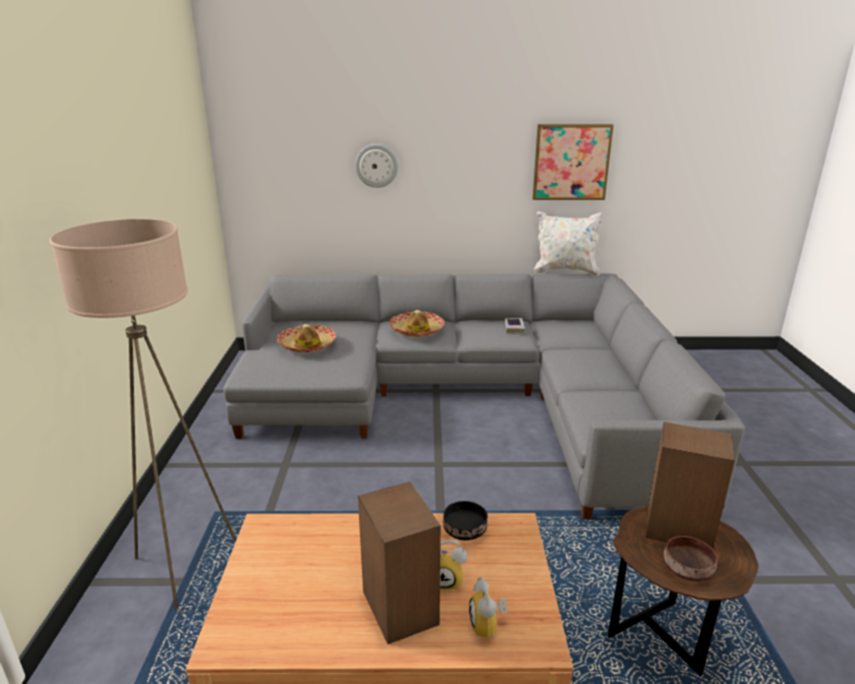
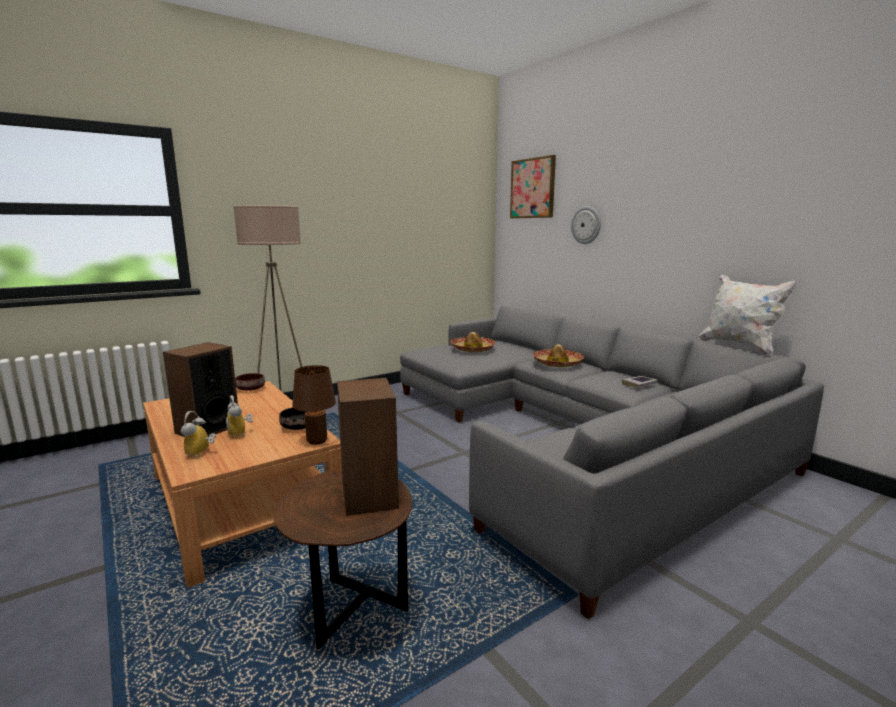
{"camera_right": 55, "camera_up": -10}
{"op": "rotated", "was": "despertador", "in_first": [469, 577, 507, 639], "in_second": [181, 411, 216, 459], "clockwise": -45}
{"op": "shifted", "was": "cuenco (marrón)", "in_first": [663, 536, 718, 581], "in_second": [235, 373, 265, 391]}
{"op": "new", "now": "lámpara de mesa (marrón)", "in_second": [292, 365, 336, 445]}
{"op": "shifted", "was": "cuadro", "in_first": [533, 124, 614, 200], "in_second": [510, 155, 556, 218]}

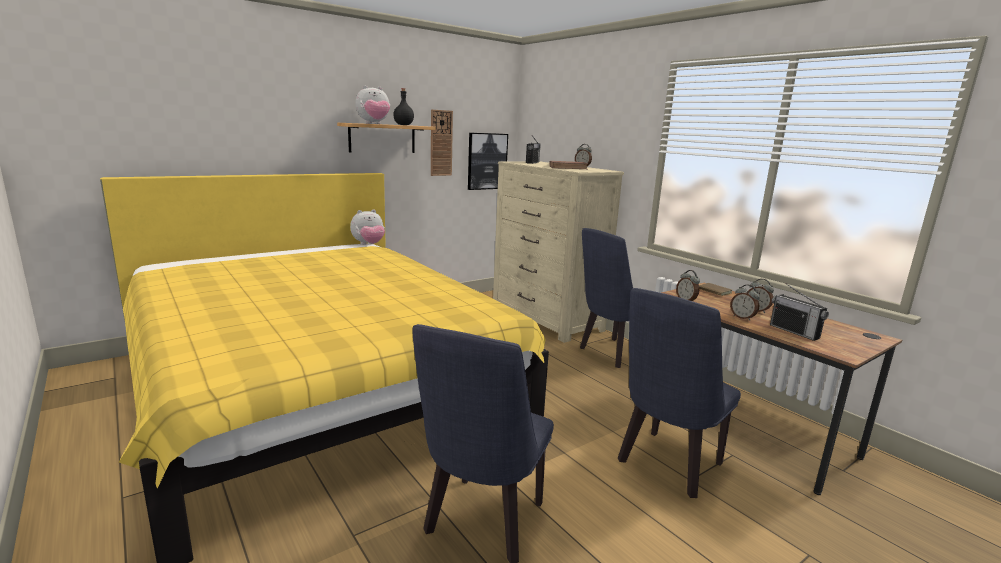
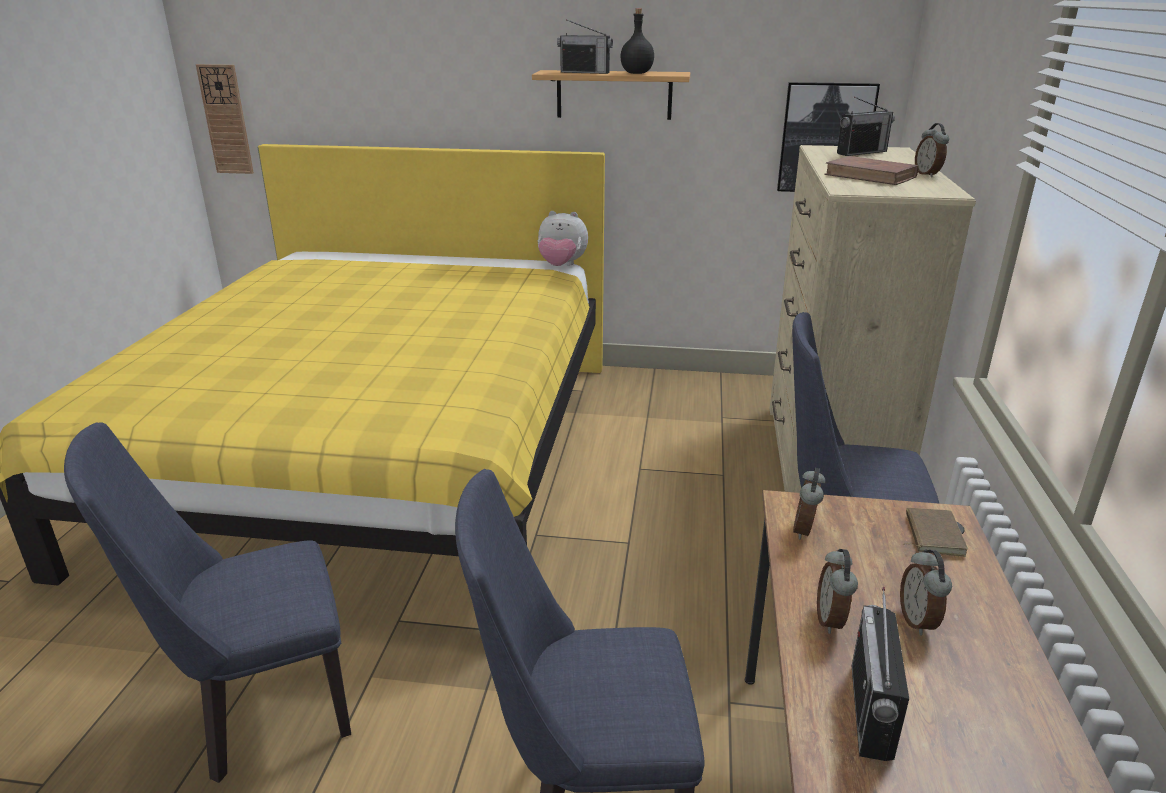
{"camera_right": 45, "camera_up": 10}
{"op": "shifted", "was": "reloj de pared", "in_first": [431, 109, 453, 176], "in_second": [196, 64, 254, 174]}
{"op": "swapped", "was": "peluche", "now": "radio", "in_first": [355, 86, 390, 124], "in_second": [557, 19, 613, 74]}

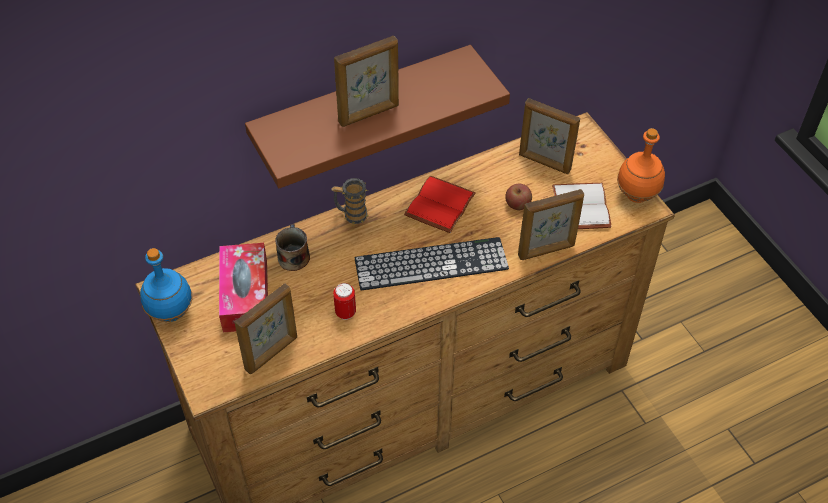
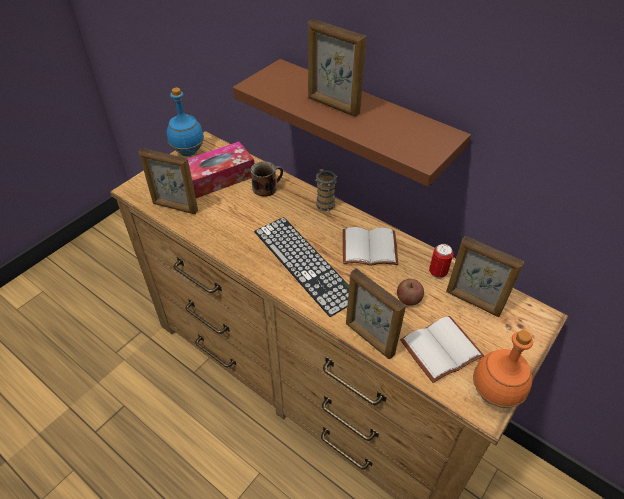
{"camera_right": 65, "camera_up": -5}
{"op": "repainted", "was": "libro (rojo)", "now": "libro (blanco)", "in_first": [404, 175, 475, 233], "in_second": [343, 227, 398, 266]}
{"op": "shifted", "was": "lata", "in_first": [333, 283, 356, 320], "in_second": [429, 244, 453, 279]}
{"op": "rotated", "was": "portarretratos", "in_first": [519, 98, 580, 174], "in_second": [446, 236, 524, 317], "clockwise": -60}

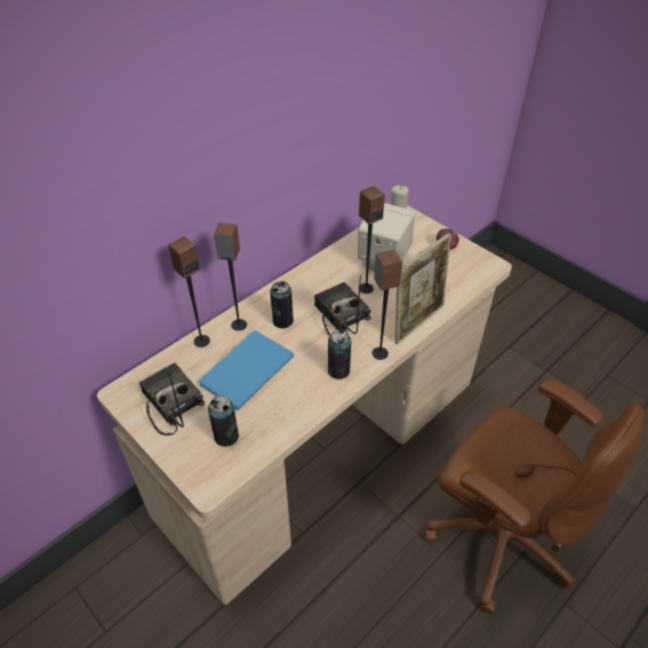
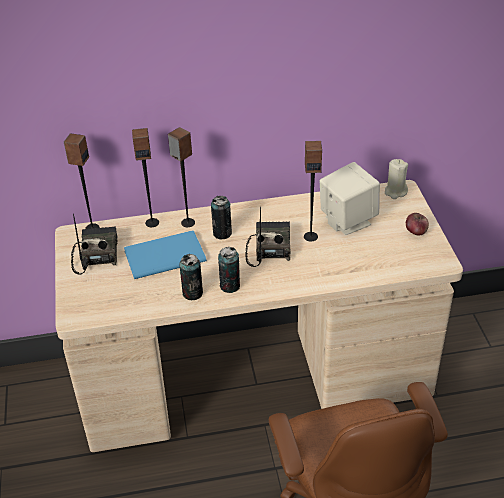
{"camera_right": 35, "camera_up": -5}
{"op": "shifted", "was": "altavoz", "in_first": [372, 250, 403, 360], "in_second": [64, 134, 100, 229]}
{"op": "shifted", "was": "lata", "in_first": [208, 395, 239, 447], "in_second": [179, 254, 203, 300]}
{"op": "gone", "was": "portarretratos", "in_first": [395, 233, 451, 344]}

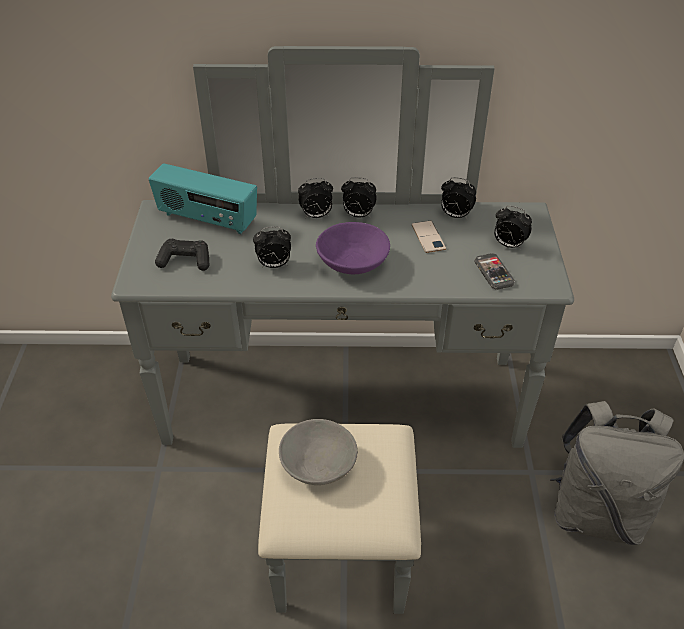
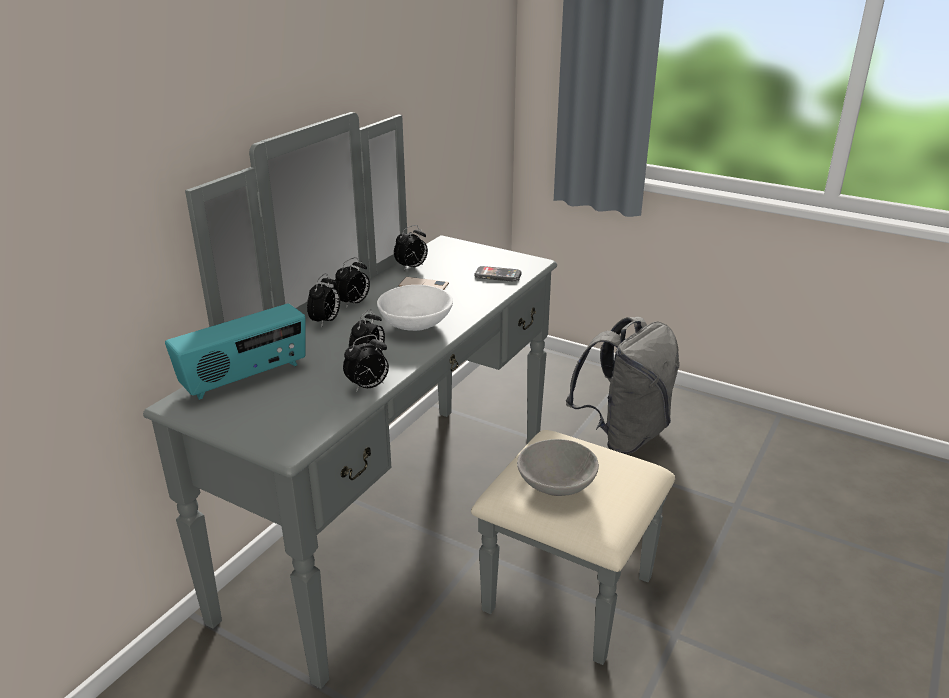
{"camera_right": -60, "camera_up": -15}
{"op": "shifted", "was": "despertador", "in_first": [494, 206, 532, 250], "in_second": [343, 335, 389, 392]}
{"op": "repainted", "was": "cuenco (morado)", "now": "cuenco (blanco)", "in_first": [316, 222, 390, 274], "in_second": [377, 285, 453, 331]}
{"op": "gone", "was": "mando de consola (negro)", "in_first": [155, 239, 209, 271]}

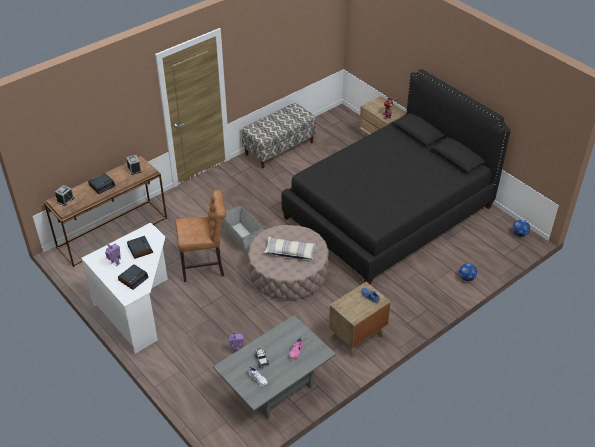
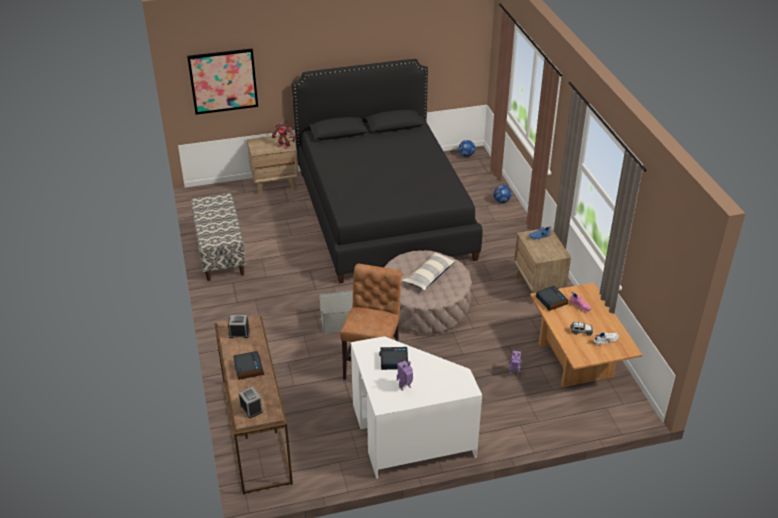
{"camera_right": -65, "camera_up": -5}
{"op": "new", "now": "cuadro", "in_second": [187, 49, 258, 115]}
{"op": "repainted", "was": "mesa de centro (gris)", "now": "mesa de centro (marrón)", "in_first": [213, 315, 336, 419], "in_second": [530, 283, 643, 387]}
{"op": "shifted", "was": "despertador", "in_first": [118, 264, 149, 290], "in_second": [536, 286, 568, 311]}

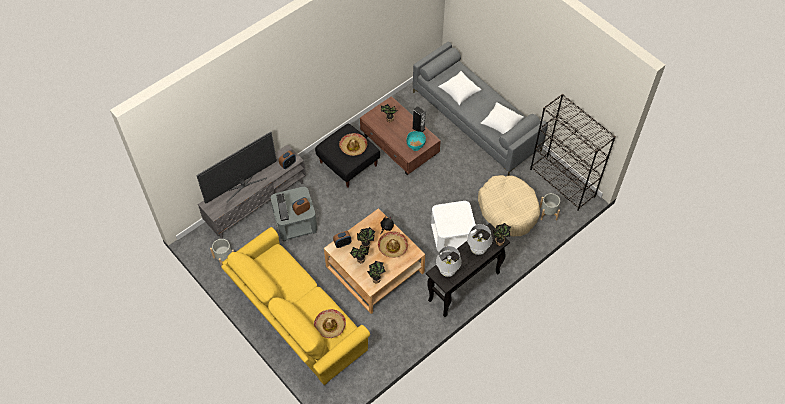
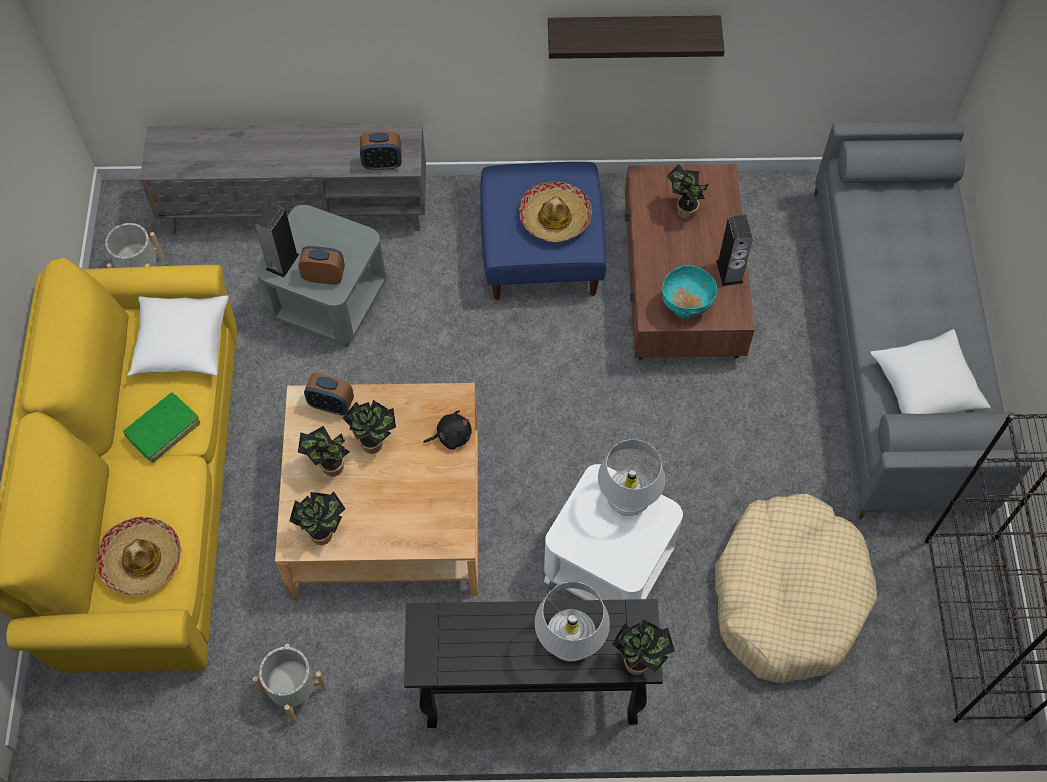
{"camera_right": 40, "camera_up": 5}
{"op": "new", "now": "libro (verde)", "in_second": [123, 392, 200, 463]}
{"op": "shifted", "was": "cojín (blanco)", "in_first": [438, 71, 482, 105], "in_second": [127, 295, 229, 376]}
{"op": "shifted", "was": "maceta (gris)", "in_first": [539, 193, 560, 221], "in_second": [253, 644, 327, 724]}
{"op": "repainted", "was": "puf (negro)", "now": "puf (azul)", "in_first": [315, 124, 380, 188], "in_second": [480, 162, 607, 300]}
{"op": "new", "now": "estante", "in_second": [548, 16, 725, 59]}
{"op": "shifted", "was": "lámpara de mesa (blanco)", "in_first": [436, 246, 462, 277], "in_second": [598, 439, 665, 516]}
{"op": "gone", "was": "televisor", "in_first": [196, 131, 277, 204]}
{"op": "gone", "was": "sombrero", "in_first": [378, 231, 408, 258]}

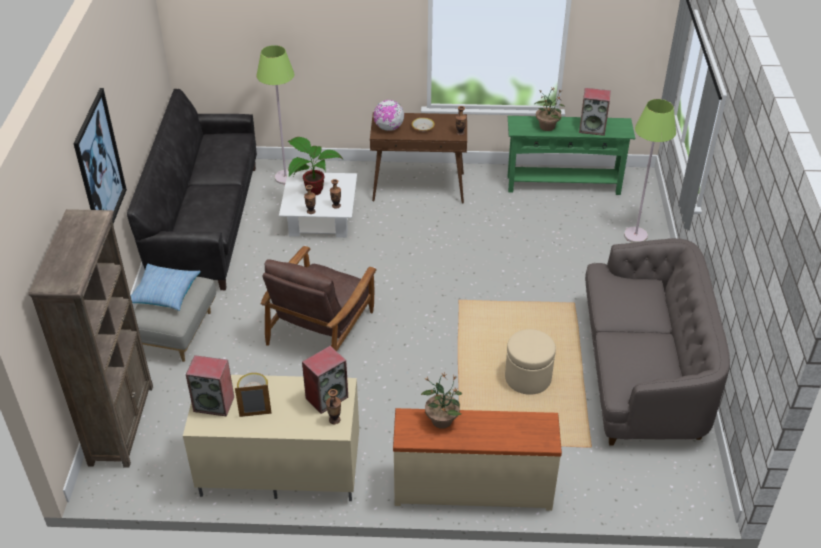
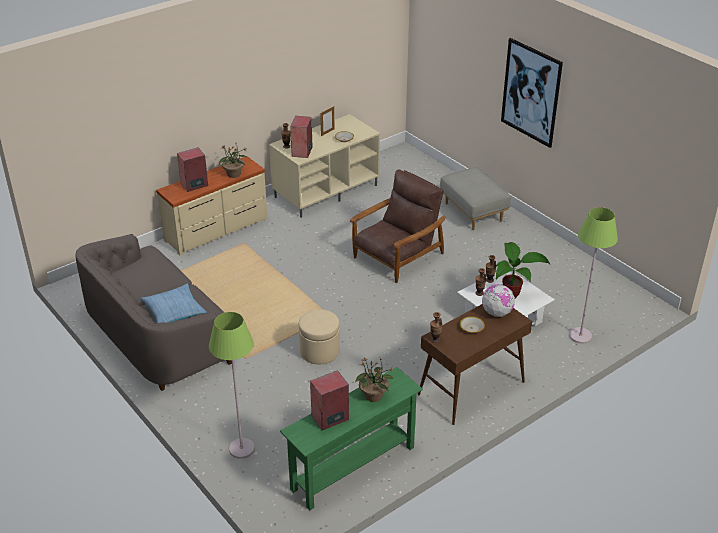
{"camera_right": 140, "camera_up": -5}
{"op": "shifted", "was": "cojín", "in_first": [131, 264, 200, 311], "in_second": [140, 283, 207, 323]}
{"op": "shifted", "was": "altavoz", "in_first": [186, 355, 234, 417], "in_second": [177, 147, 208, 192]}
{"op": "shifted", "was": "puf (beis)", "in_first": [505, 329, 556, 395], "in_second": [299, 309, 340, 364]}
{"op": "rotated", "was": "sillón (marrón)", "in_first": [261, 246, 376, 351], "in_second": [350, 169, 446, 283], "clockwise": 60}
{"op": "gone", "was": "estantería (marrón)", "in_first": [29, 209, 153, 468]}
{"op": "gone", "was": "sofá (negro)", "in_first": [127, 89, 257, 290]}

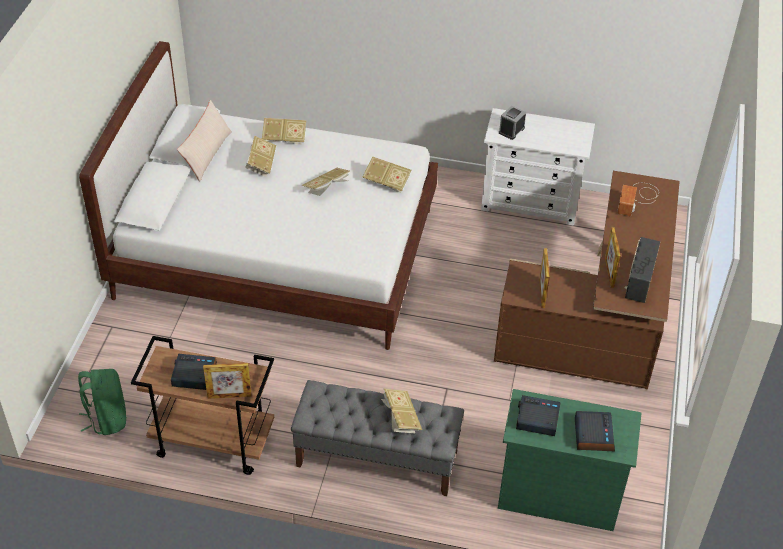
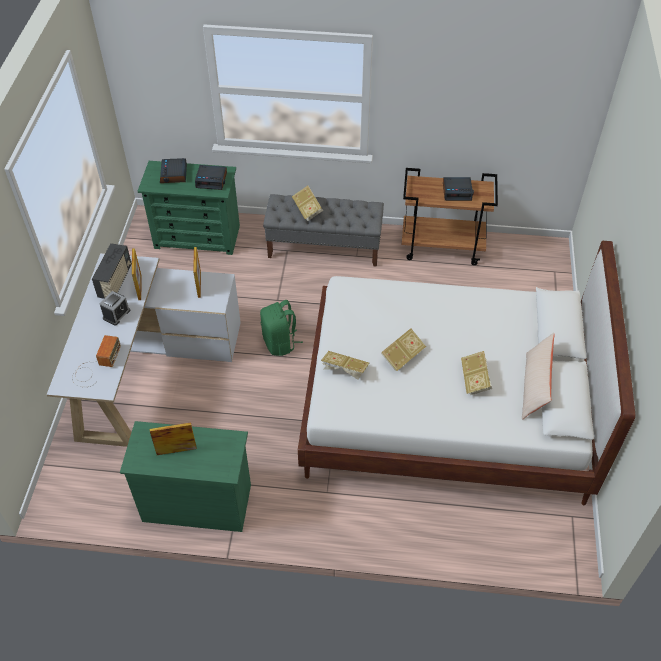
{"camera_right": 175, "camera_up": 5}
{"op": "repainted", "was": "escritorio (marrón)", "now": "escritorio (blanco)", "in_first": [494, 171, 680, 389], "in_second": [46, 253, 241, 447]}
{"op": "shifted", "was": "despertador", "in_first": [499, 106, 526, 140], "in_second": [100, 291, 130, 326]}
{"op": "repainted", "was": "cómoda (blanco)", "now": "cómoda (verde)", "in_first": [481, 108, 595, 226], "in_second": [120, 421, 251, 532]}
{"op": "shifted", "was": "portarretratos", "in_first": [203, 363, 251, 399], "in_second": [150, 422, 197, 455]}
{"op": "shifted", "was": "mochila (verde)", "in_first": [78, 369, 126, 435], "in_second": [260, 300, 303, 356]}
{"op": "gone", "was": "libro", "in_first": [262, 118, 306, 145]}

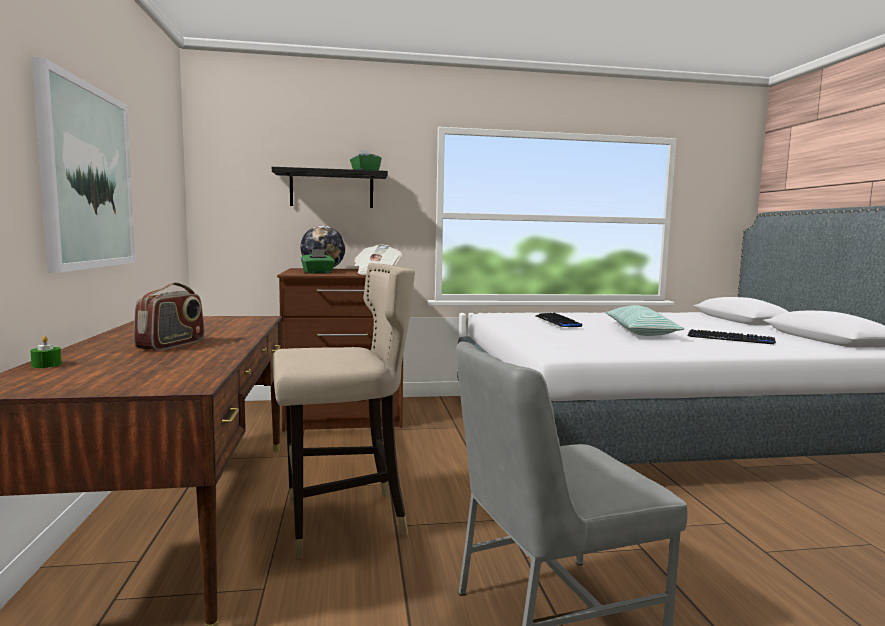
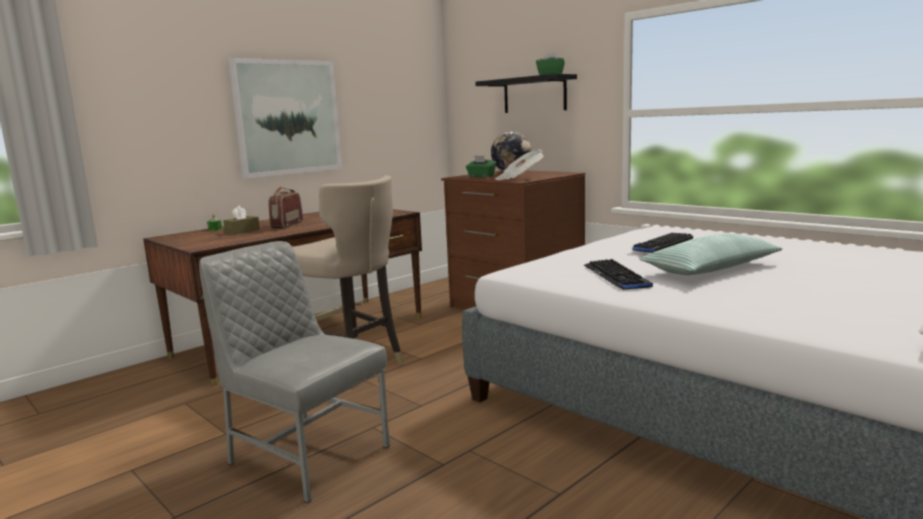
{"camera_right": 55, "camera_up": 5}
{"op": "new", "now": "caja de pañuelos (marrón)", "in_second": [223, 206, 260, 234]}
{"op": "rotated", "was": "radio", "in_first": [134, 282, 204, 350], "in_second": [269, 187, 303, 228], "clockwise": 120}
{"op": "shifted", "was": "teclado", "in_first": [688, 329, 776, 344], "in_second": [584, 259, 653, 290]}

